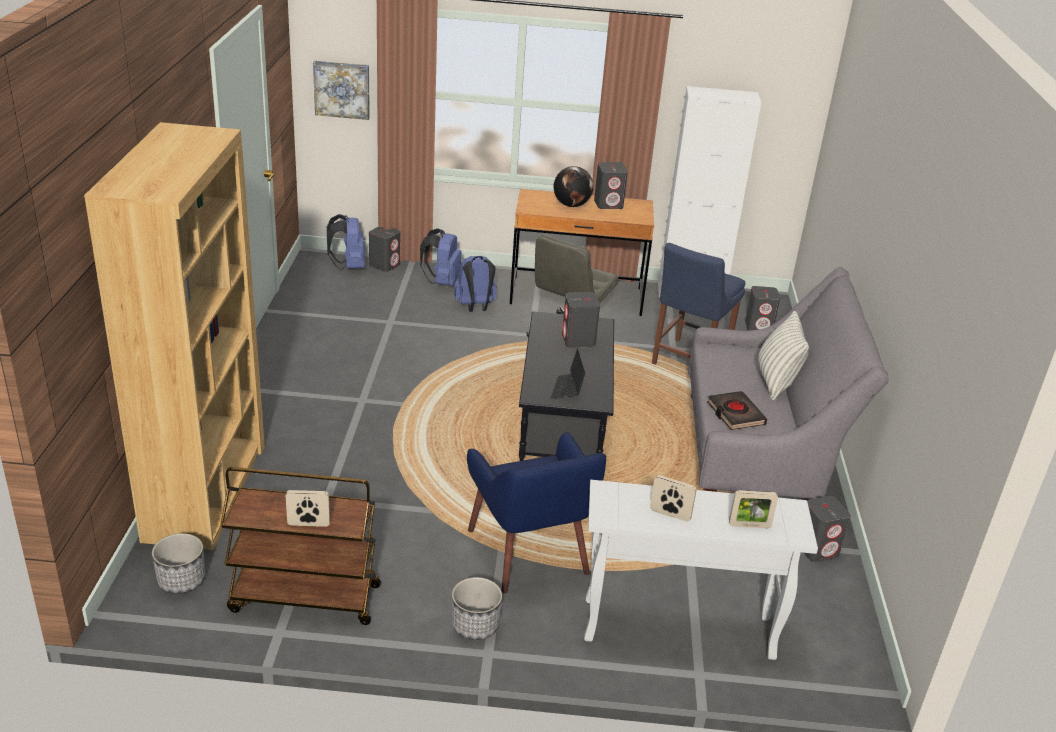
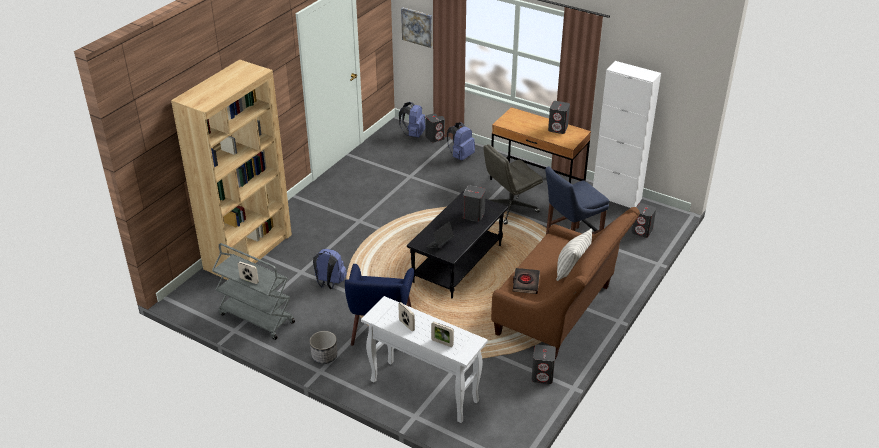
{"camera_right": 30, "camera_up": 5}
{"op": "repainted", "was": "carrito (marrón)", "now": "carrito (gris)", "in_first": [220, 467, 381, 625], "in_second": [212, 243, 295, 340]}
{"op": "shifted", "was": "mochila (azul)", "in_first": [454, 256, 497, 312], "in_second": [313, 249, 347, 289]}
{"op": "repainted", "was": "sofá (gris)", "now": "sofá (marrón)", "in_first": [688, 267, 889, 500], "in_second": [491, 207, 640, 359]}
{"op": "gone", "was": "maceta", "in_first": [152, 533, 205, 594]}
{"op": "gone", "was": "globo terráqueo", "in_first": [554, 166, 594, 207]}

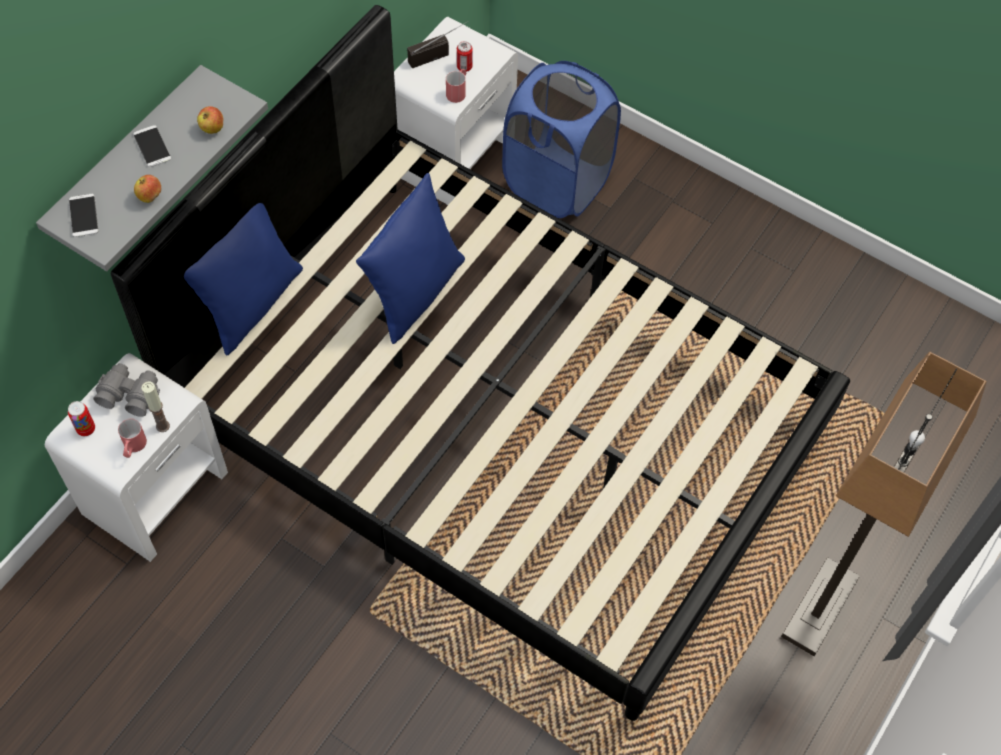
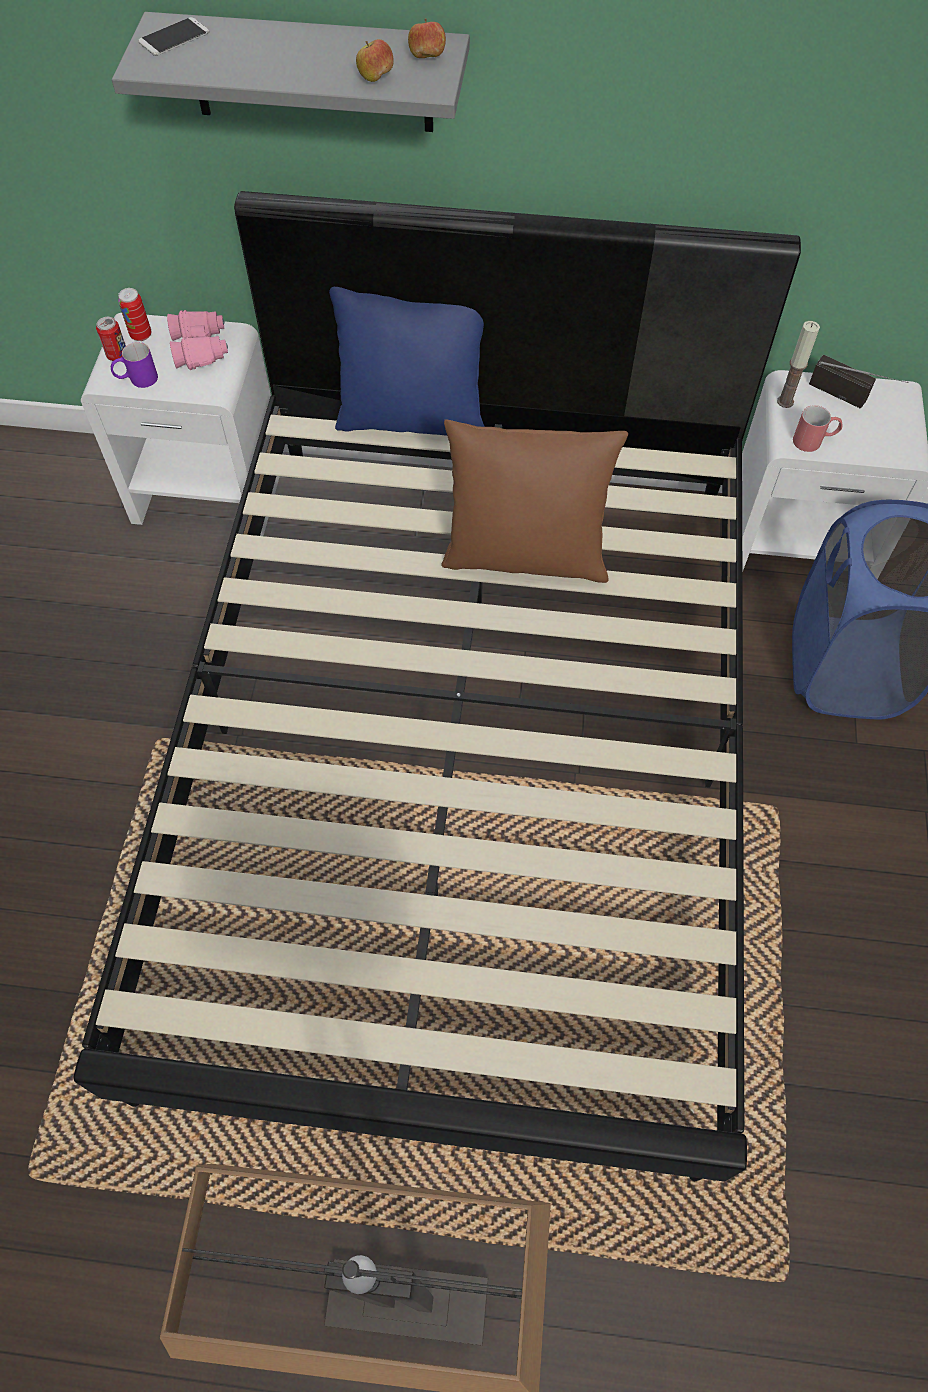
{"camera_right": 65, "camera_up": 0}
{"op": "shifted", "was": "lata", "in_first": [457, 41, 473, 72], "in_second": [96, 317, 126, 361]}
{"op": "repainted", "was": "taza grande (rojo)", "now": "taza grande (morado)", "in_first": [118, 419, 147, 458], "in_second": [111, 342, 158, 388]}
{"op": "repainted", "was": "prismáticos (gris)", "now": "prismáticos (rosa)", "in_first": [93, 363, 160, 417], "in_second": [167, 310, 228, 370]}
{"op": "shifted", "was": "manzana", "in_first": [134, 175, 161, 203], "in_second": [408, 18, 446, 58]}
{"op": "repainted", "was": "cojín (azul)", "now": "cojín (marrón)", "in_first": [356, 173, 465, 344], "in_second": [441, 419, 628, 583]}
{"op": "shifted", "was": "vela", "in_first": [141, 381, 170, 432], "in_second": [777, 321, 820, 408]}
{"op": "gone", "was": "móvil", "in_first": [133, 125, 171, 167]}

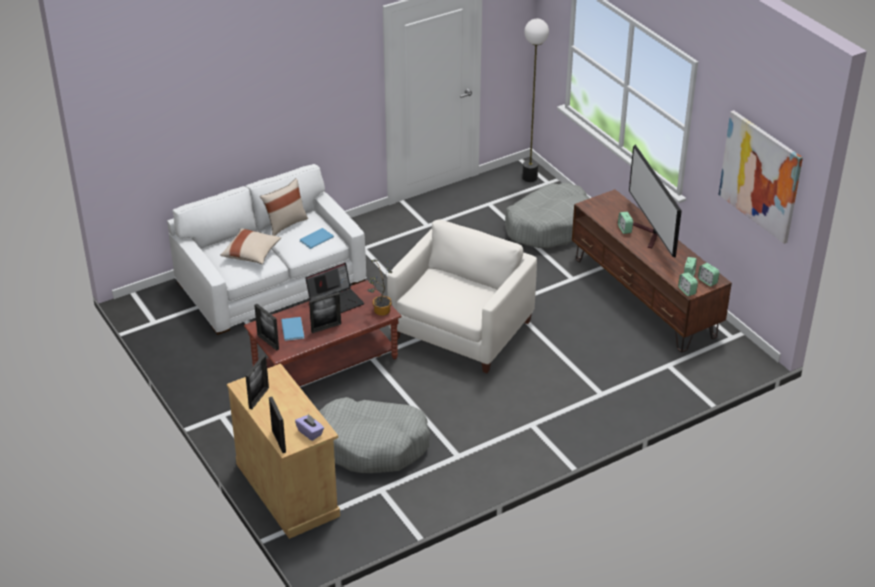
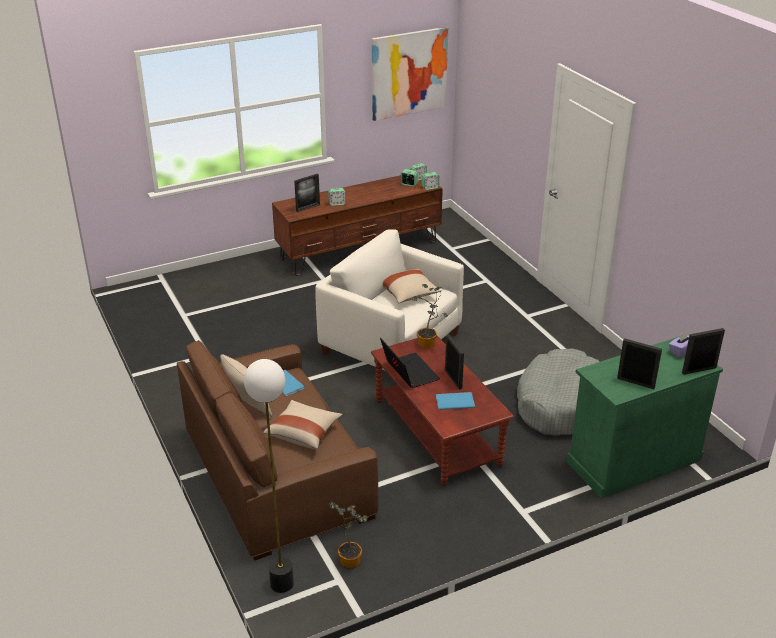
{"camera_right": -85, "camera_up": -5}
{"op": "repainted", "was": "sofá (blanco)", "now": "sofá (marrón)", "in_first": [167, 164, 367, 335], "in_second": [177, 340, 378, 561]}
{"op": "shifted", "was": "lámpara de pie", "in_first": [522, 19, 549, 182], "in_second": [244, 359, 294, 593]}
{"op": "shifted", "was": "portarretratos", "in_first": [254, 304, 279, 351], "in_second": [294, 174, 320, 212]}
{"op": "new", "now": "planta en maceta", "in_second": [329, 502, 368, 568]}
{"op": "new", "now": "cojín (beis)", "in_second": [383, 269, 441, 303]}
{"op": "repainted", "was": "armario (beis)", "now": "armario (verde)", "in_first": [227, 363, 340, 539], "in_second": [566, 337, 723, 499]}
{"op": "gone", "was": "cama para perro (gris)", "in_first": [505, 183, 589, 248]}
{"op": "gone", "was": "televisor", "in_first": [629, 145, 682, 258]}

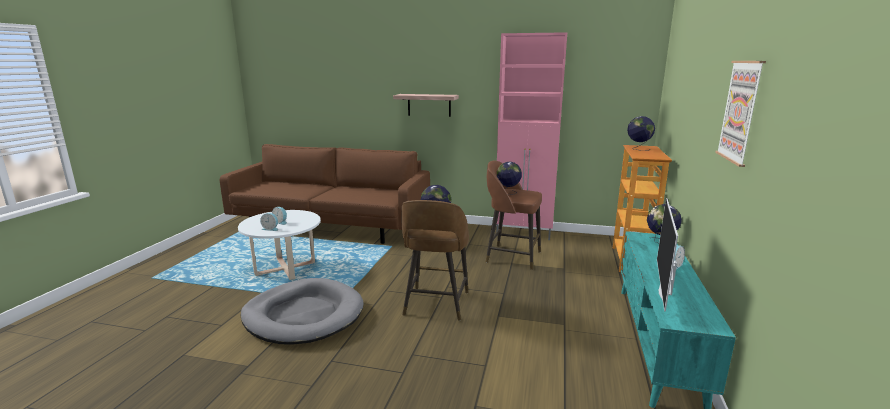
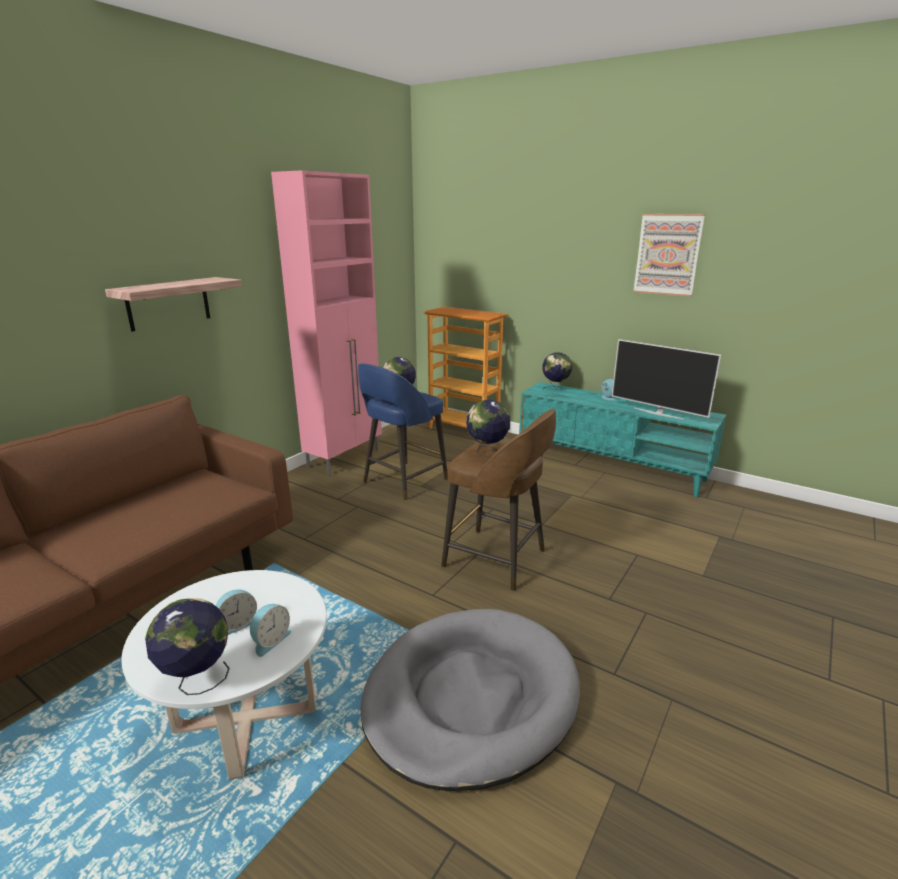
{"camera_right": -70, "camera_up": 5}
{"op": "shifted", "was": "globo terráqueo", "in_first": [627, 116, 655, 151], "in_second": [145, 598, 230, 695]}
{"op": "repainted", "was": "taburete (marrón)", "now": "taburete (azul)", "in_first": [486, 161, 542, 270], "in_second": [358, 363, 448, 501]}

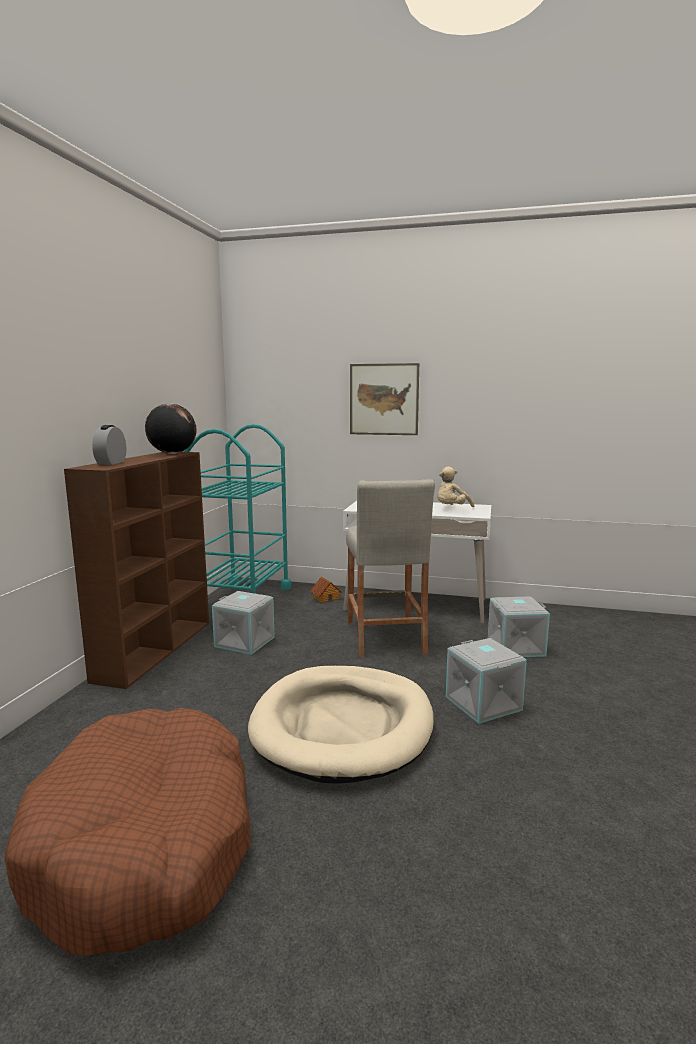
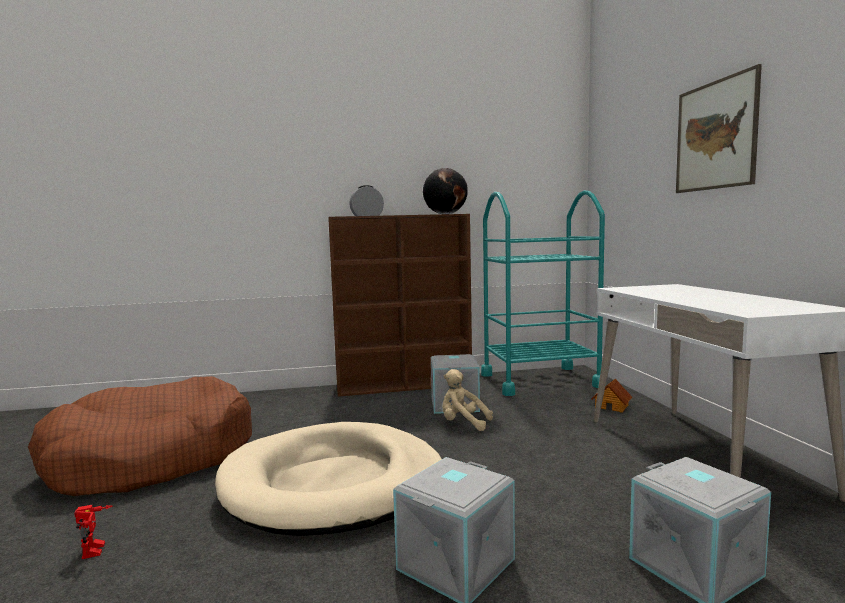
{"camera_right": 65, "camera_up": -5}
{"op": "new", "now": "robot de juguete", "in_second": [74, 505, 113, 559]}
{"op": "shifted", "was": "peluche (beis)", "in_first": [437, 467, 474, 507], "in_second": [442, 369, 493, 431]}
{"op": "gone", "was": "taburete (beis)", "in_first": [346, 480, 435, 658]}

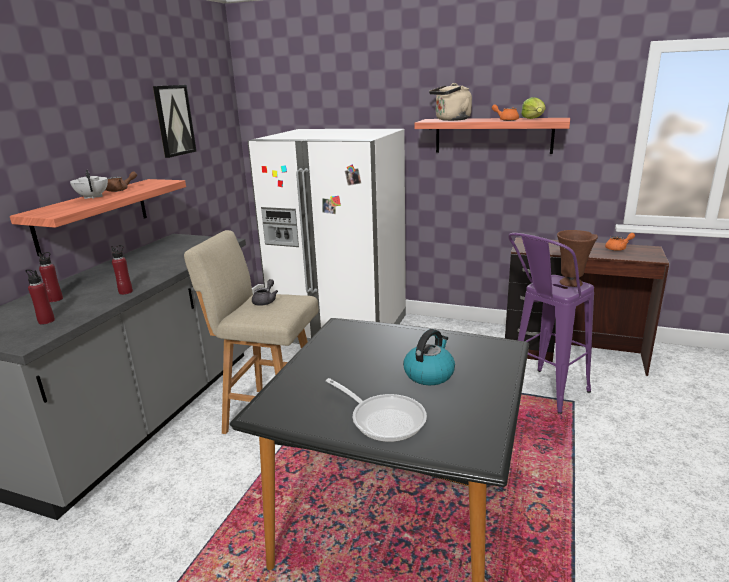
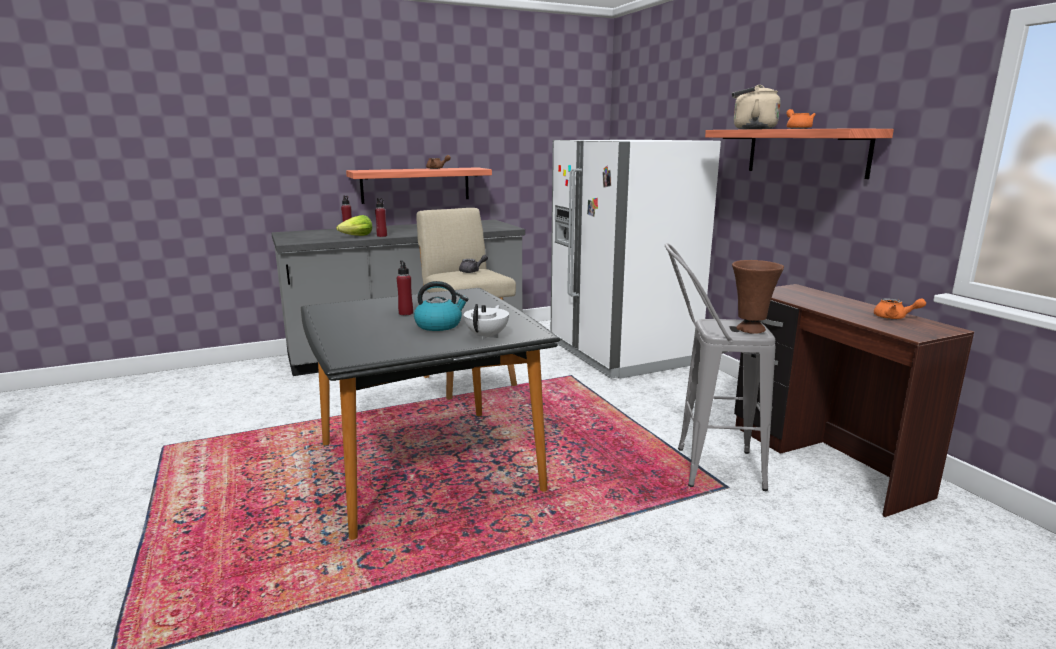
{"camera_right": 45, "camera_up": -5}
{"op": "shifted", "was": "lechuga", "in_first": [521, 97, 545, 119], "in_second": [336, 215, 372, 236]}
{"op": "shifted", "was": "botella (rojo)", "in_first": [25, 269, 55, 325], "in_second": [397, 260, 413, 315]}
{"op": "shifted", "was": "tetera (blanco)", "in_first": [70, 170, 108, 199], "in_second": [464, 304, 509, 340]}
{"op": "repainted", "was": "taburete (morado)", "now": "taburete (gris)", "in_first": [508, 233, 594, 414], "in_second": [665, 243, 775, 491]}
{"op": "gone", "was": "cuadro", "in_first": [153, 85, 196, 158]}
{"op": "gone", "was": "sartén", "in_first": [326, 378, 427, 442]}

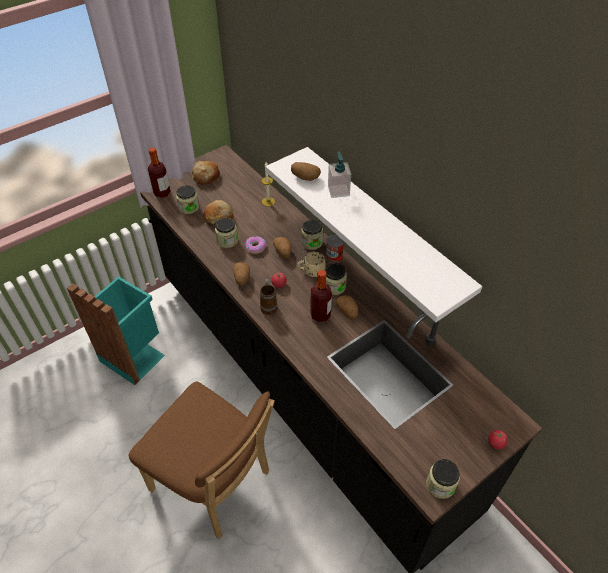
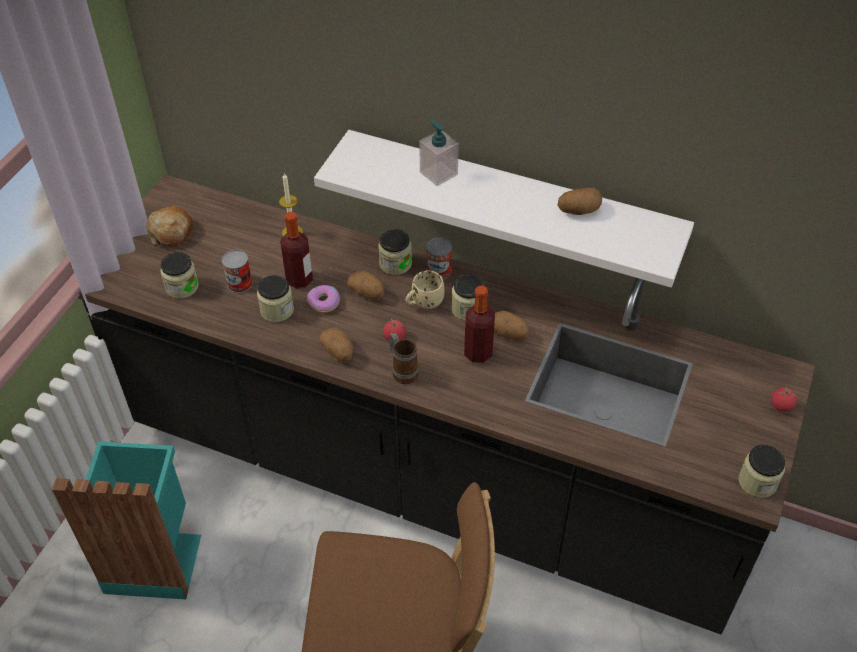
{"camera_right": -30, "camera_up": 0}
{"op": "swapped", "was": "pan", "now": "lata", "in_first": [204, 200, 234, 227], "in_second": [222, 250, 252, 293]}
{"op": "shifted", "was": "botella", "in_first": [148, 147, 171, 198], "in_second": [280, 212, 313, 289]}
{"op": "shifted", "was": "patata", "in_first": [291, 162, 321, 181], "in_second": [558, 188, 602, 215]}

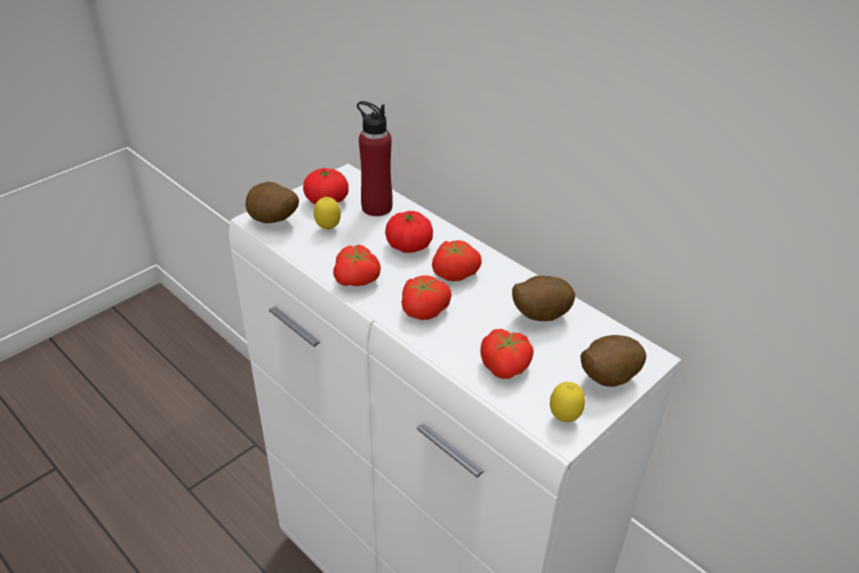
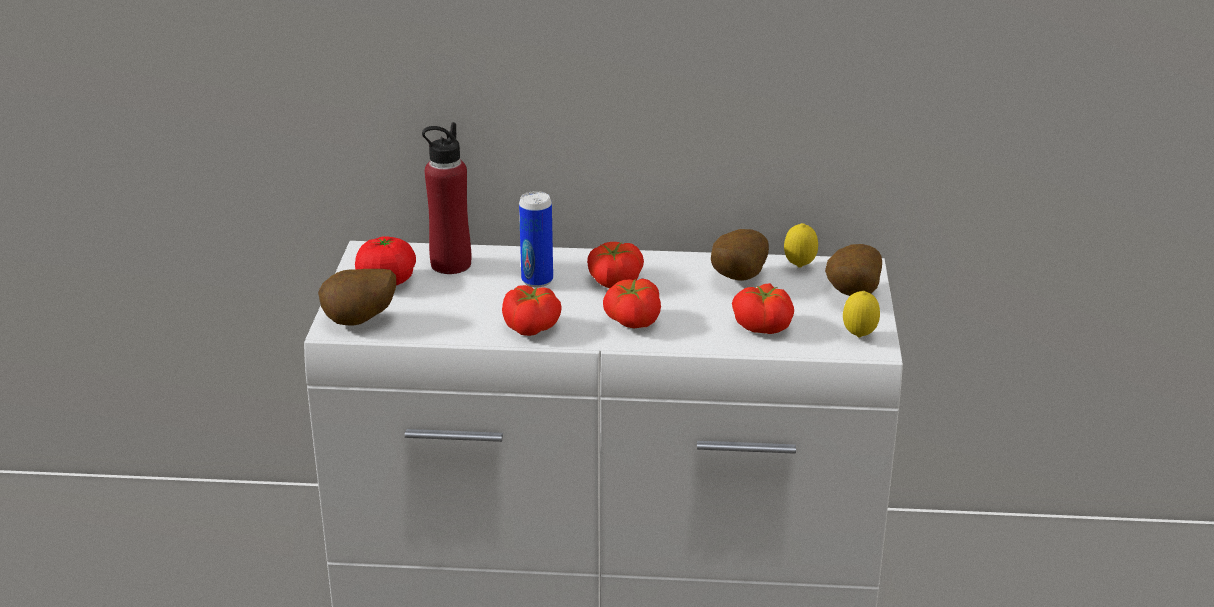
{"camera_right": -40, "camera_up": -10}
{"op": "swapped", "was": "tomate", "now": "lata", "in_first": [385, 211, 433, 253], "in_second": [519, 191, 553, 287]}
{"op": "shifted", "was": "limón", "in_first": [314, 197, 341, 230], "in_second": [784, 223, 818, 268]}

